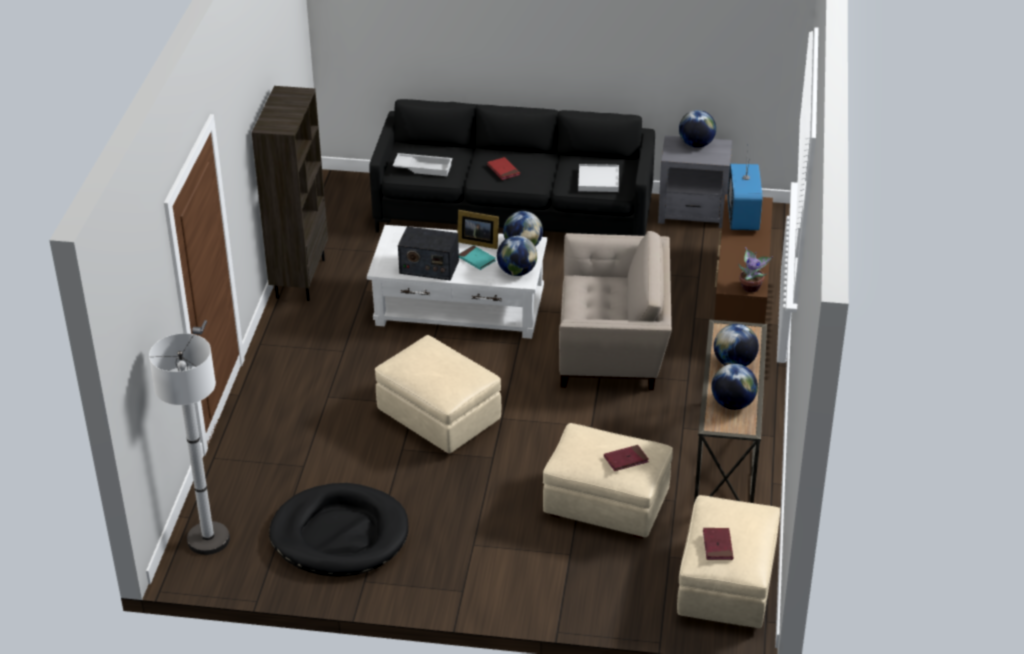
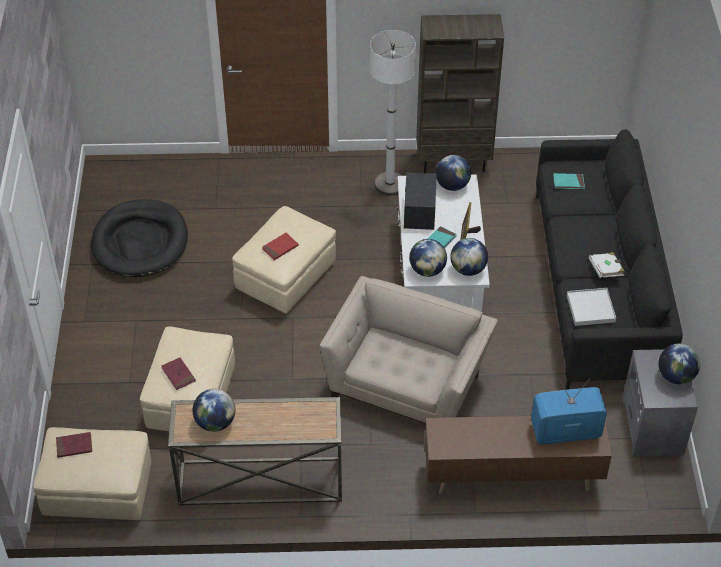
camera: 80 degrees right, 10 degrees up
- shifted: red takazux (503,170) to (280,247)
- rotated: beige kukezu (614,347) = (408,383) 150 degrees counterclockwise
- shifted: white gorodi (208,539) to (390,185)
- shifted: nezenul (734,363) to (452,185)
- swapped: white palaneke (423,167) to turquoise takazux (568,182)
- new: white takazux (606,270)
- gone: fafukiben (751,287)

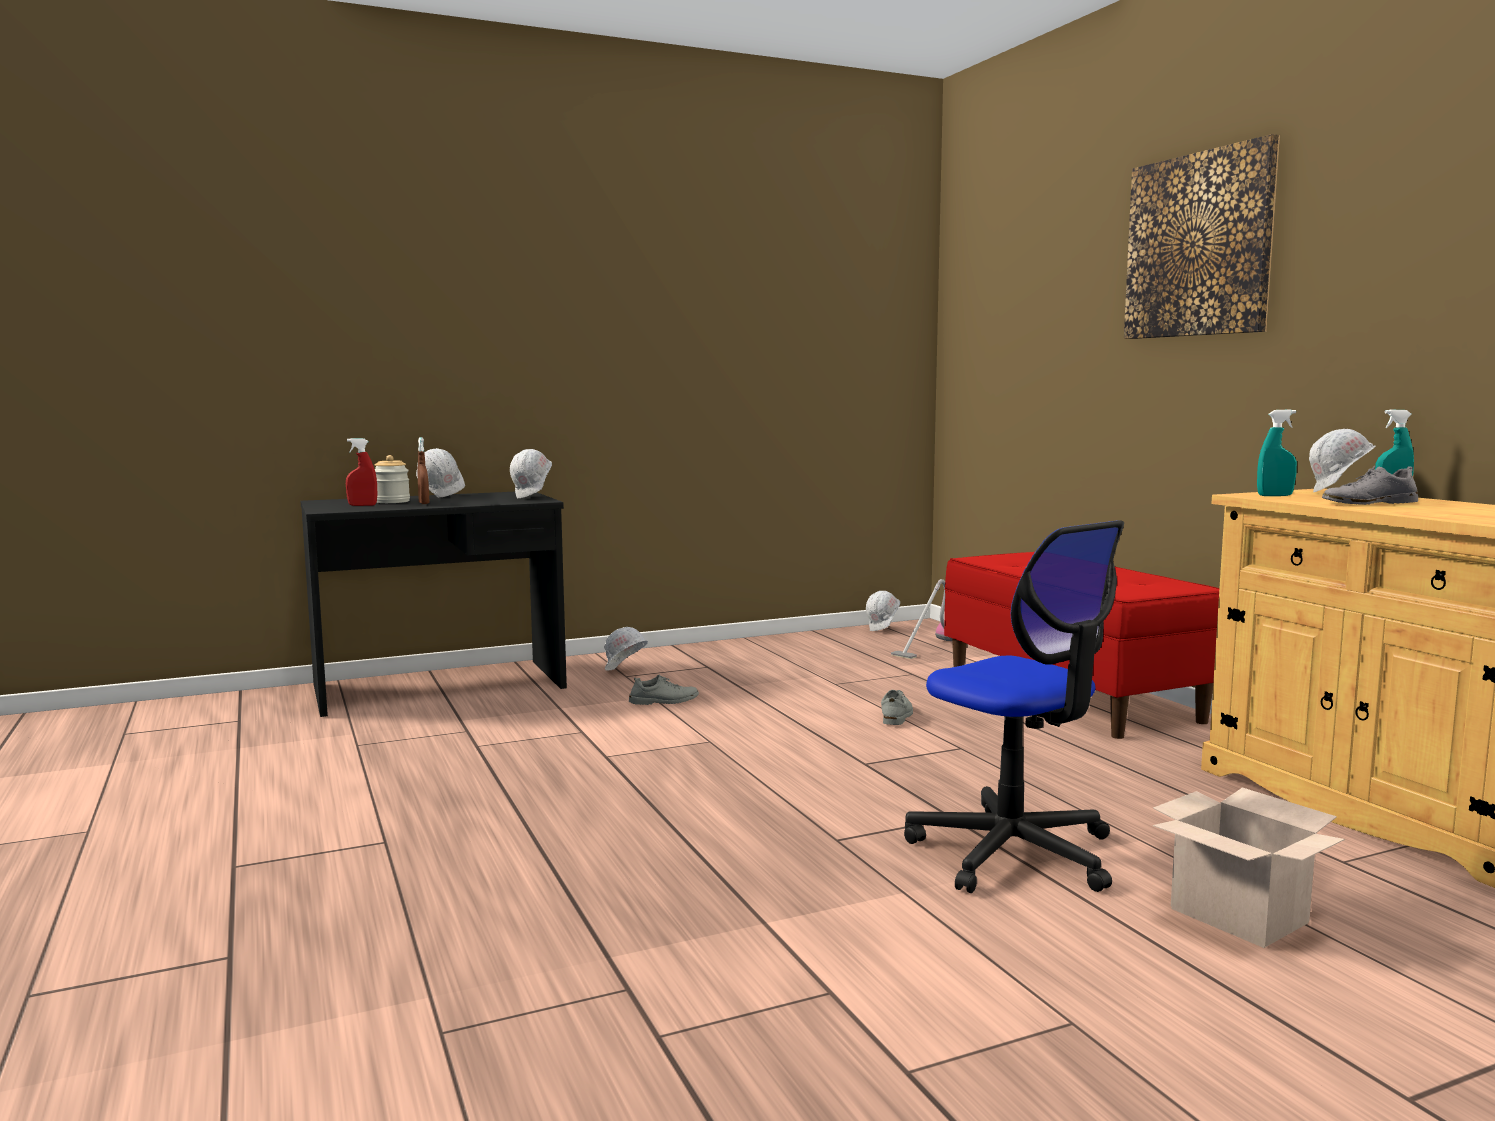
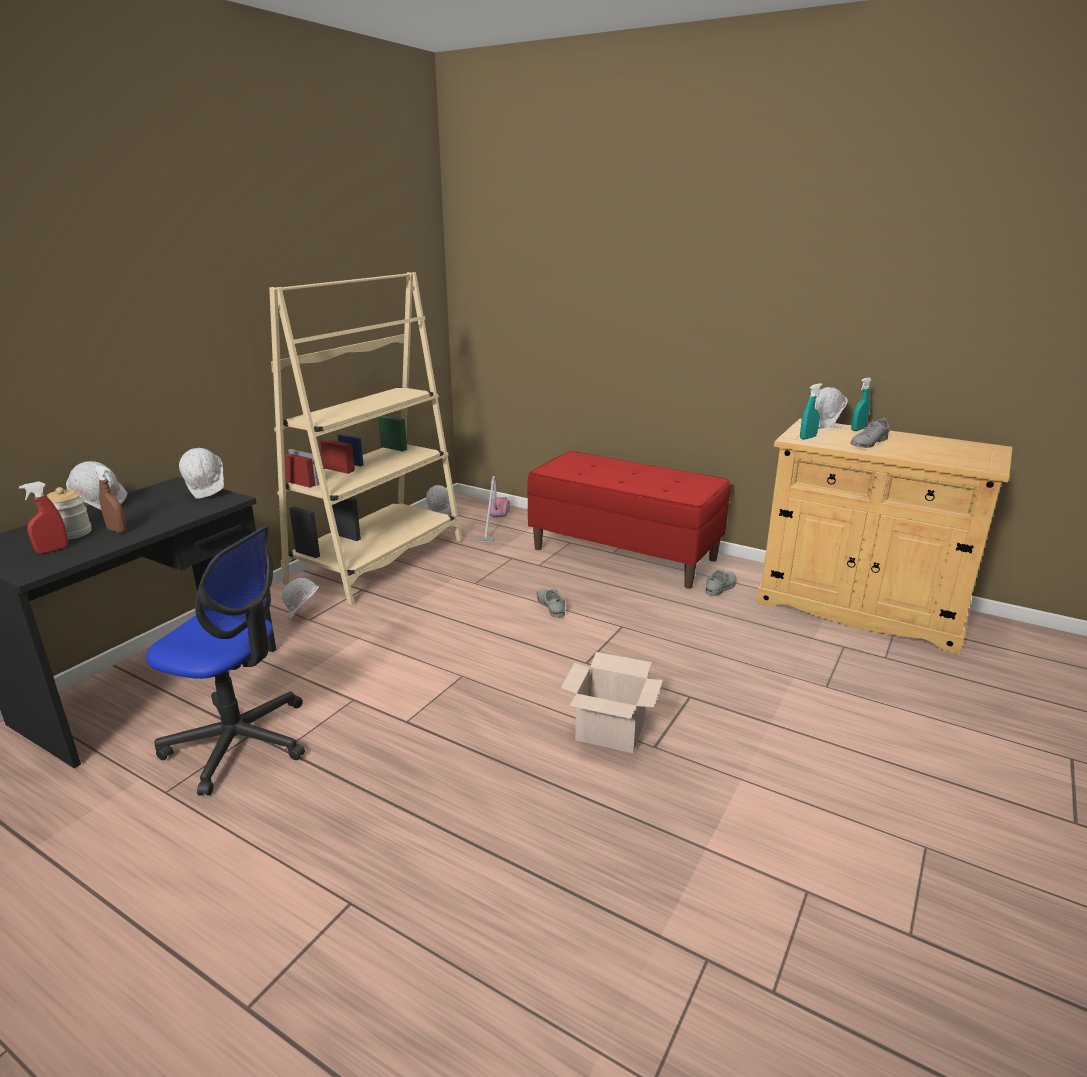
camera: 35 degrees left, 15 degrees up
- shifted: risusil (1014,853) to (239,742)
- new: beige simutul (378,561)
- shifted: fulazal (1234,915) to (608,732)
- shifted: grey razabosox (664,701) to (721,587)
- gone: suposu (1199,245)

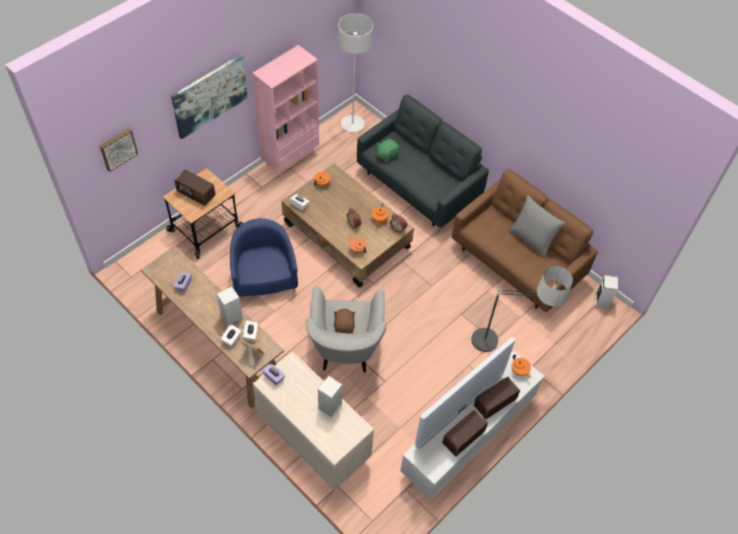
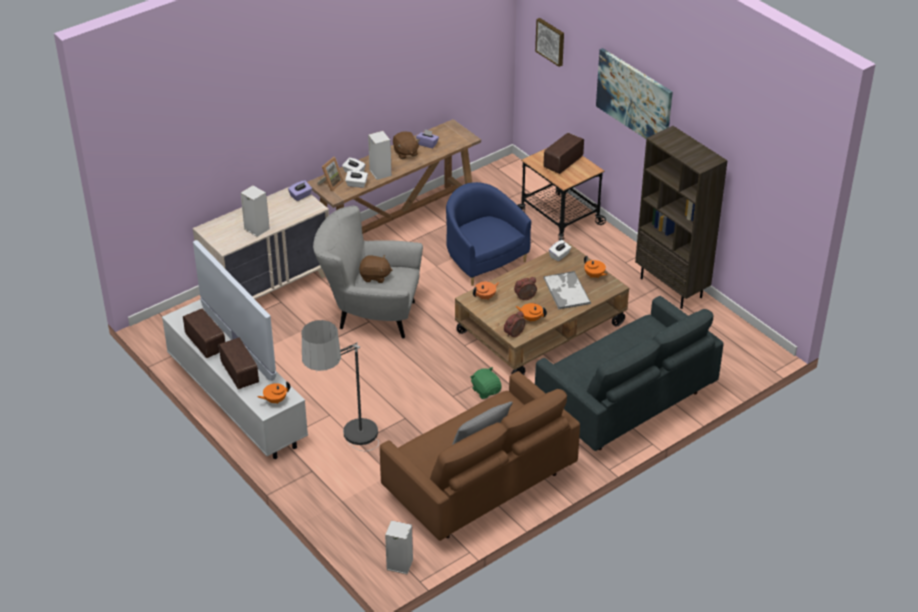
camera: 100 degrees right, 15 degrees down
- new: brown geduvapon (405,153)
- rotated: blue kukezu (264,278) = (483,259) 120 degrees counterclockwise
- shifted: green geduvapon (387,155) to (486,391)
- new: palaneke (566,290)
- repainted: pink simutul (290,160) to brown simutul (672,288)
- gone: grey gorodi (352,124)

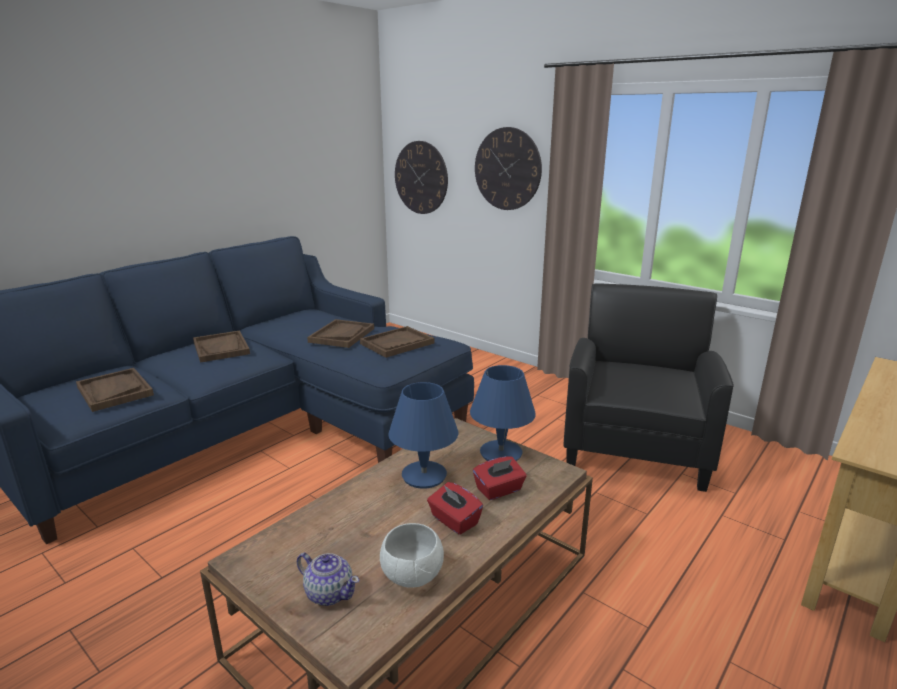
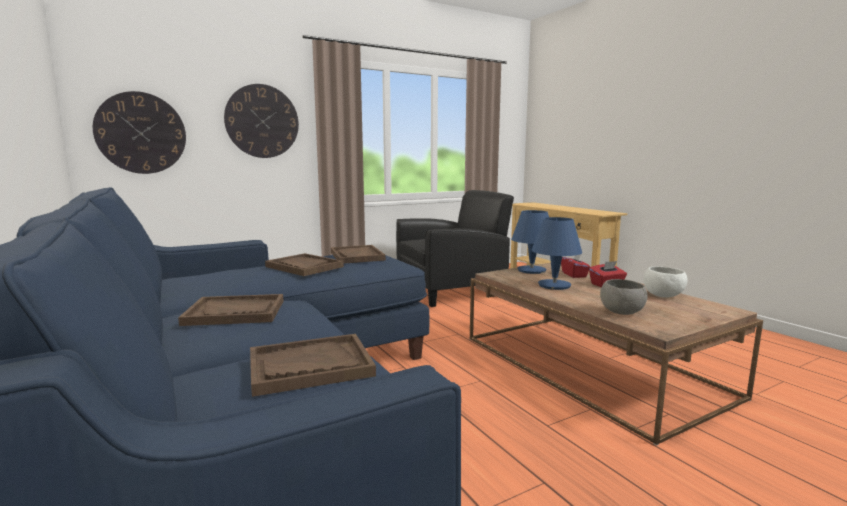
camera: 70 degrees left, 10 degrees down
- rotated: black kukezu (635,446) = (451,291) 120 degrees clockwise
- new: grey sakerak (622,312)
- gone: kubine (329,593)

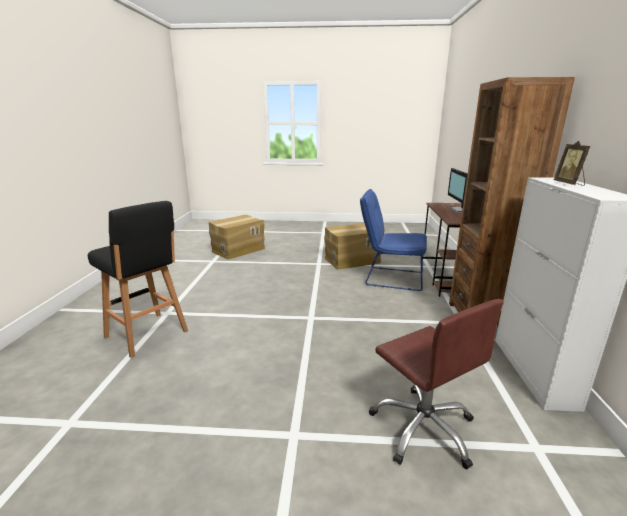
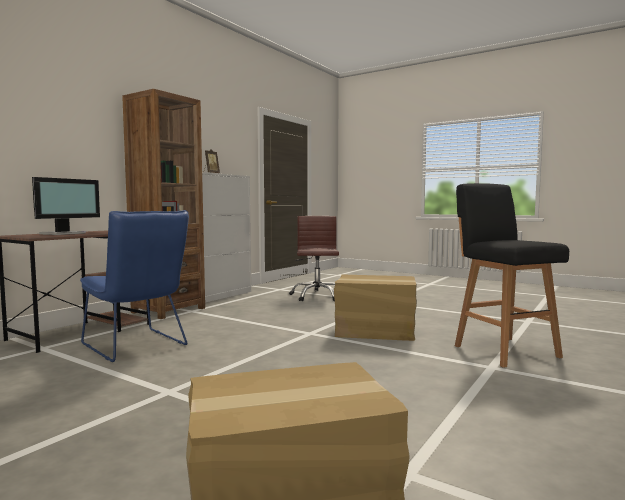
camera: 150 degrees left, 15 degrees down
- shifted: fulazal (351,260) to (375,331)

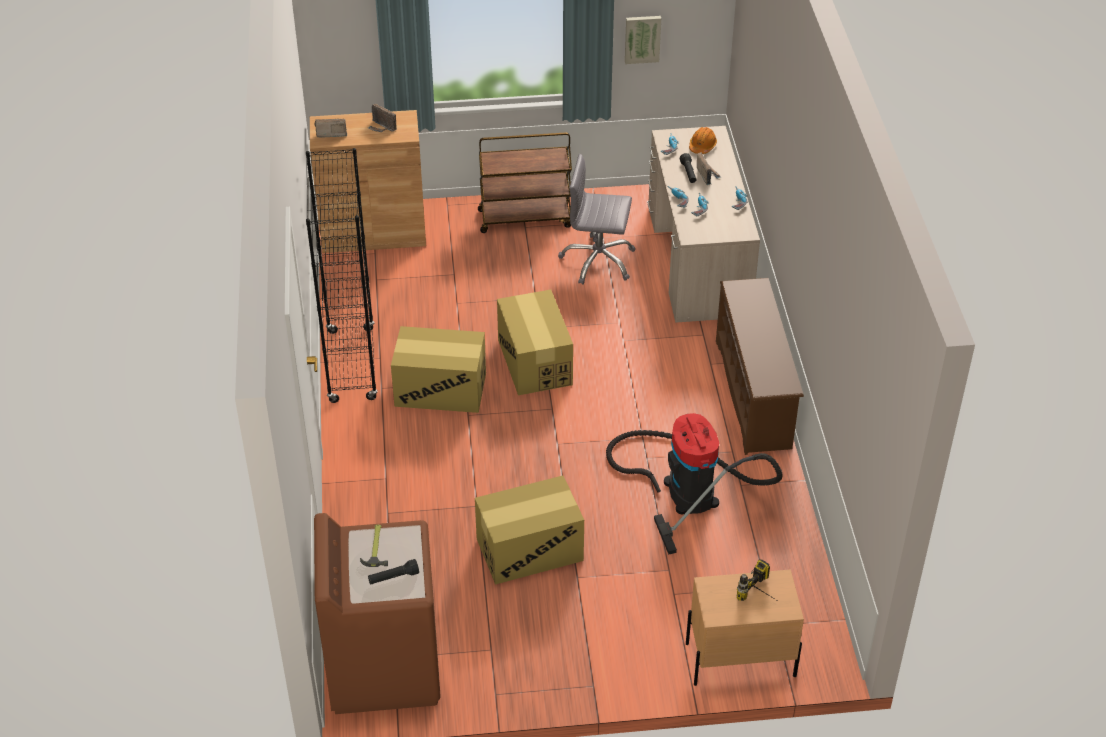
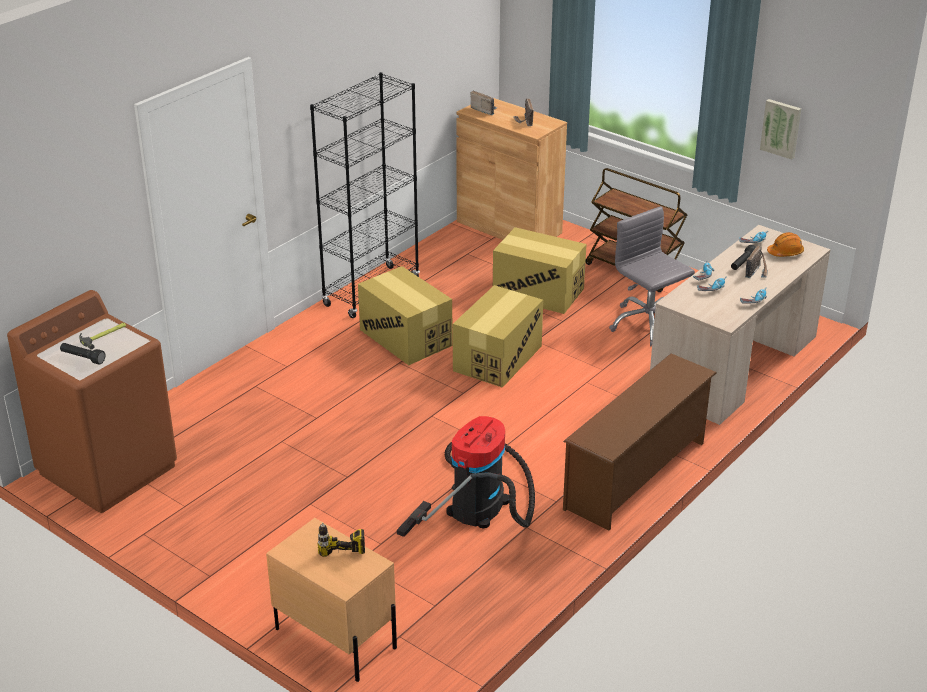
camera: 45 degrees right, 10 degrees down
- shifted: fulazal (529,549) to (538,292)

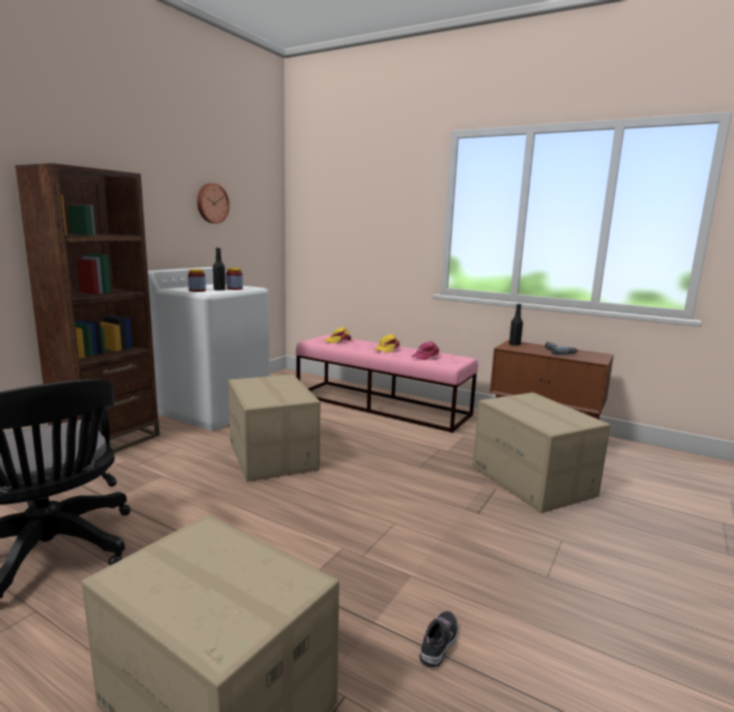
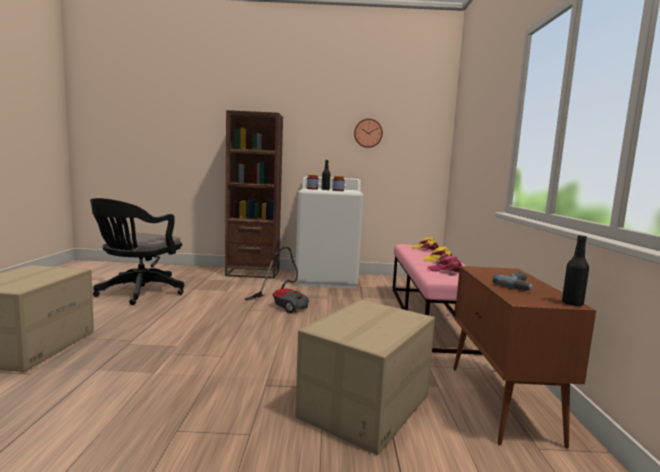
camera: 60 degrees right, 5 degrees down
- swapped: fulazal (273,455) to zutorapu (283,305)
- shifted: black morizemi (514,344) to (572,303)
- gone: razabosox (439,643)

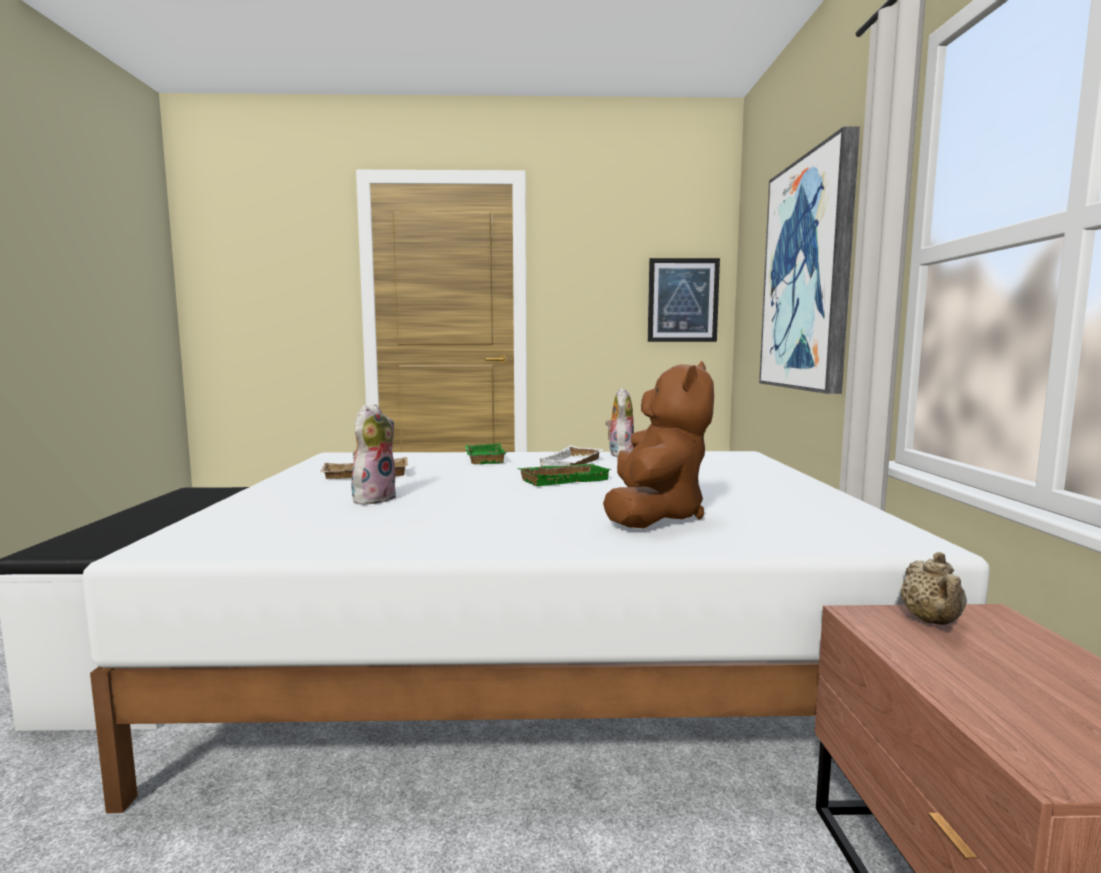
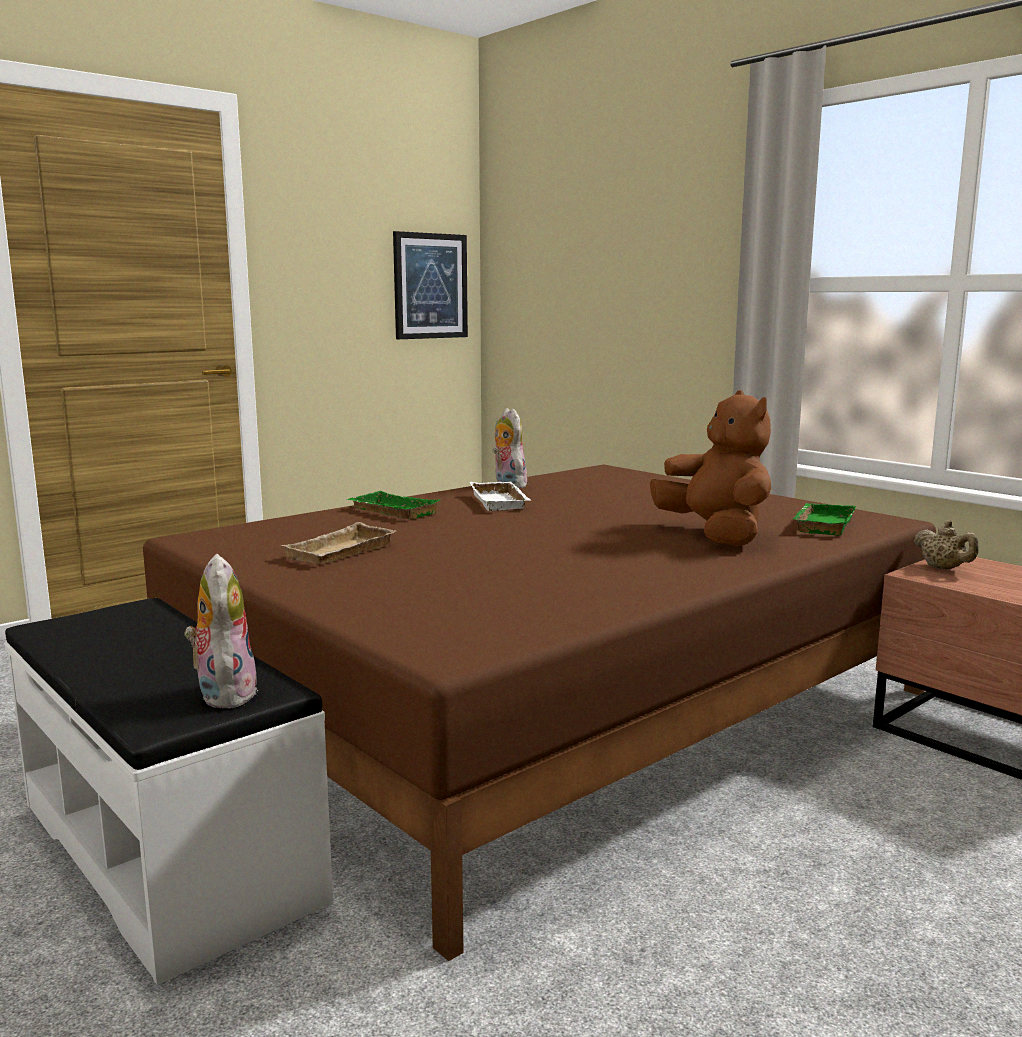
camera: 40 degrees left, 5 degrees up
- repainted: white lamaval (542,649) to brown lamaval (553,704)
- shifted: geduvapon (373,498) to (223,693)
- shifted: green palaneke (563,479) to (821,524)
- gone: suposu (808,275)

